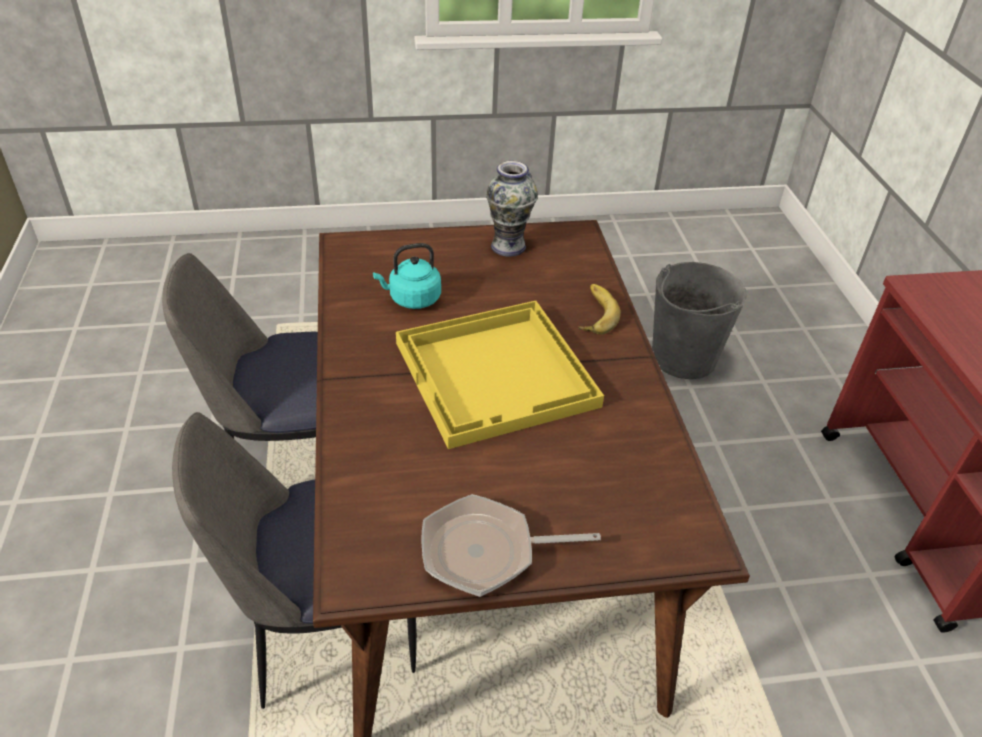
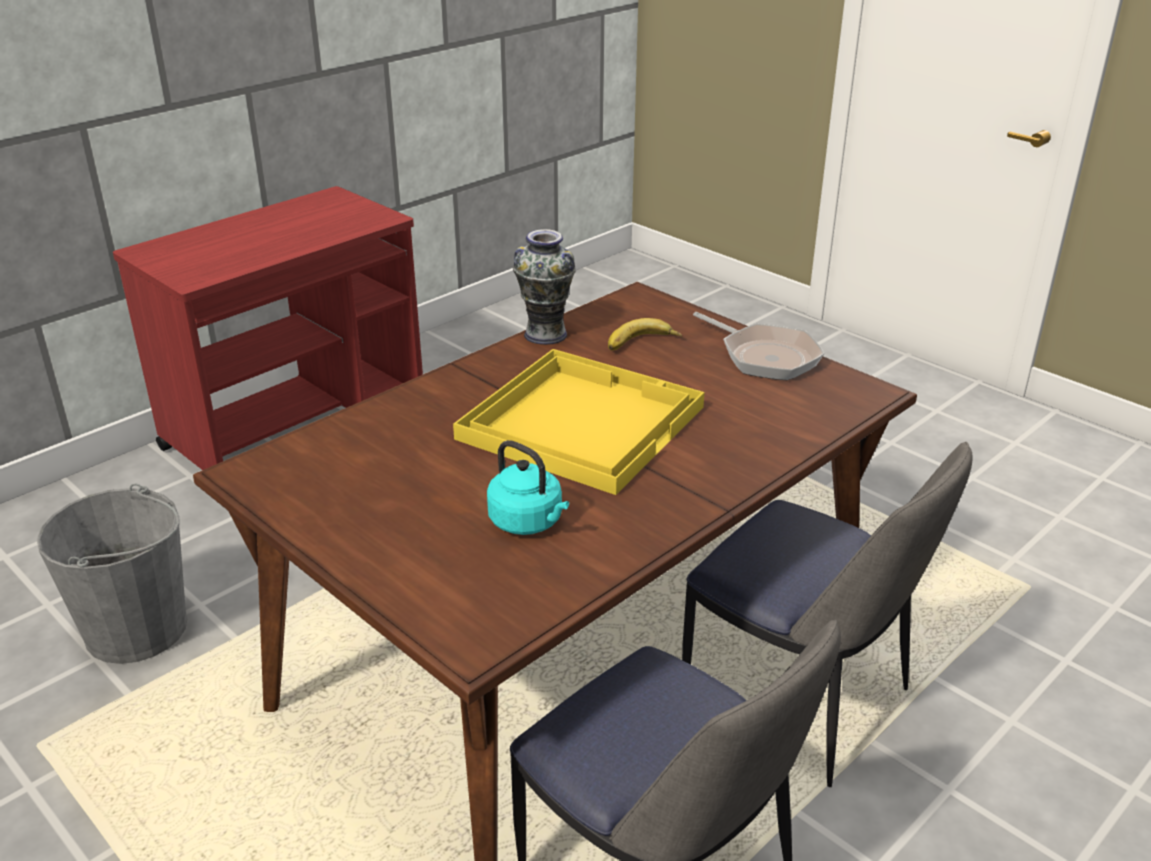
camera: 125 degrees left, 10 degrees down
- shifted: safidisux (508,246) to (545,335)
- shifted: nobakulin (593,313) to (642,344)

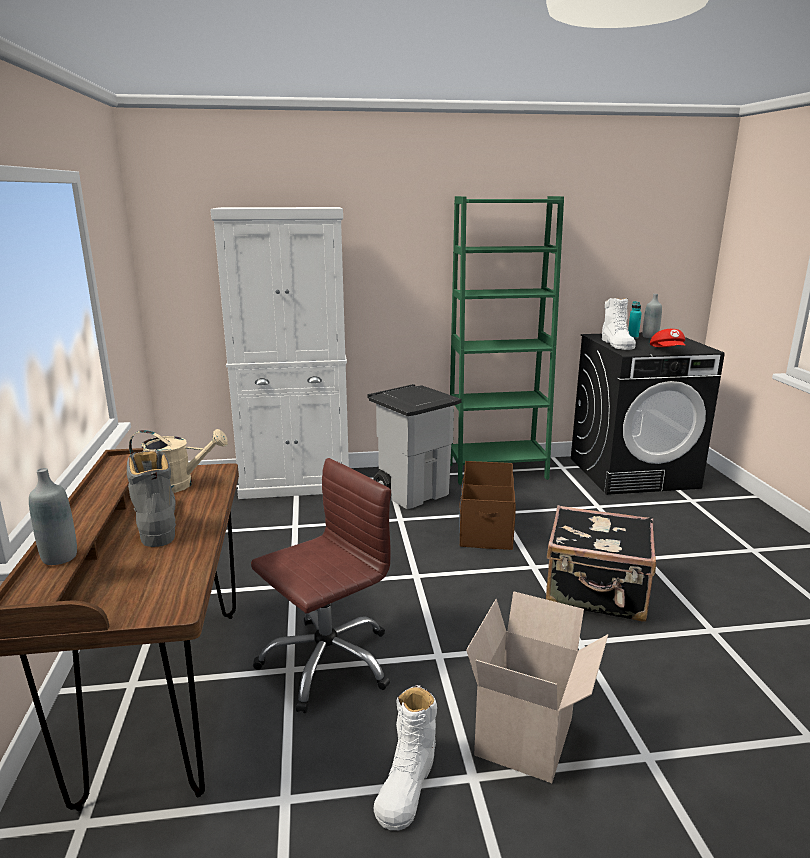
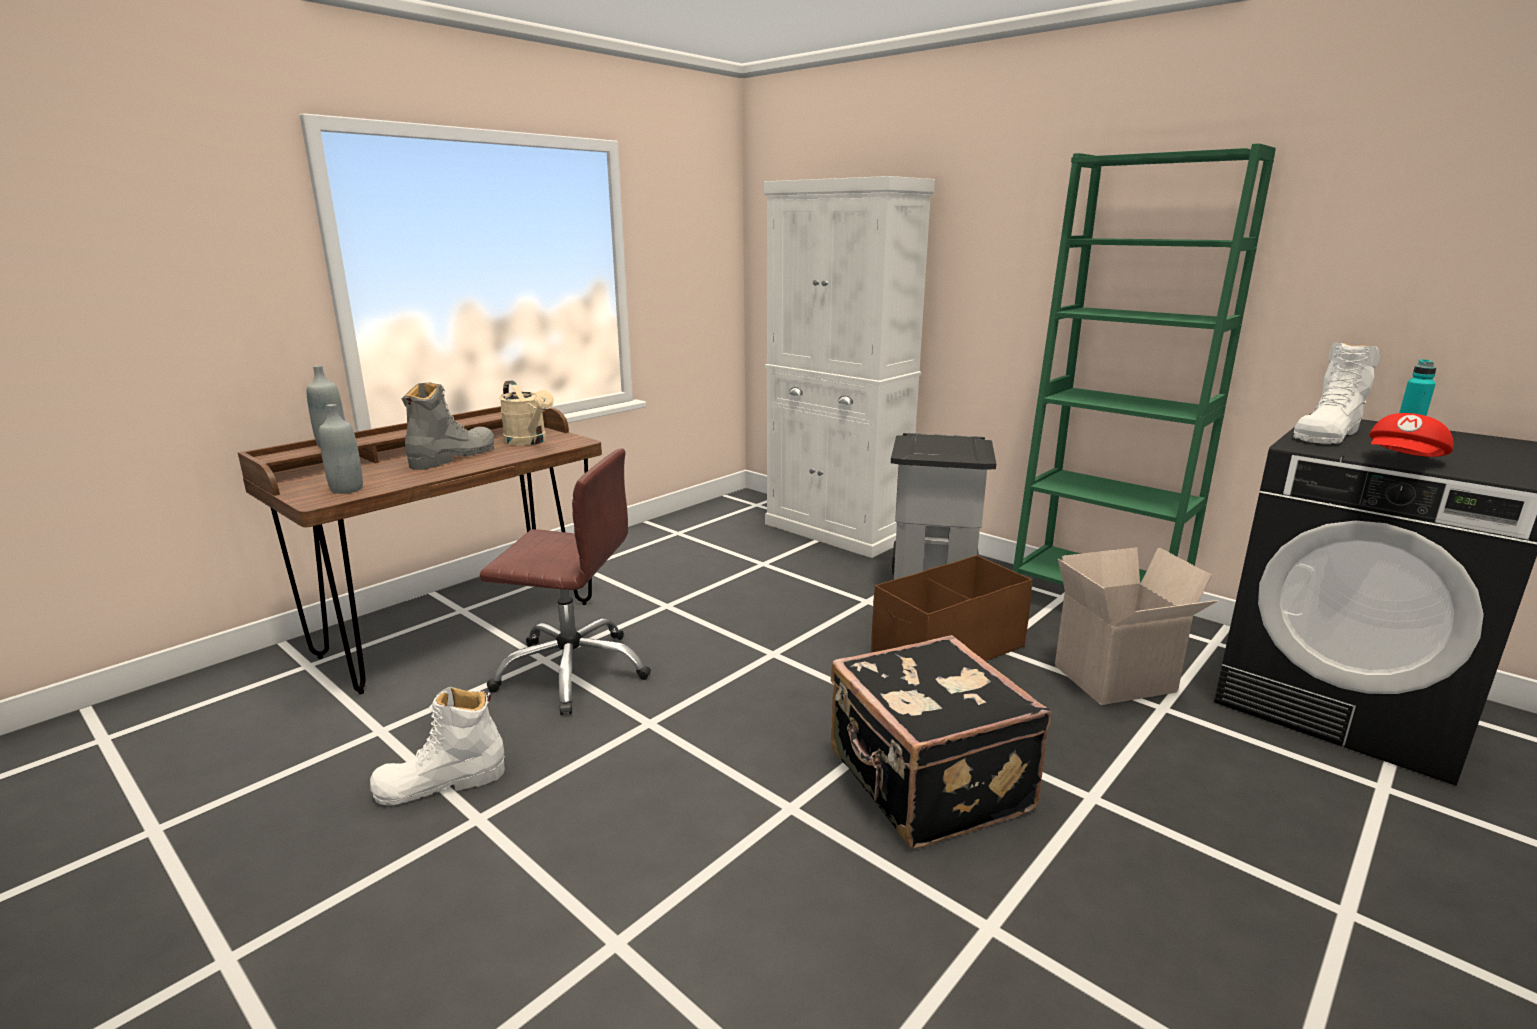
camera: 50 degrees right, 0 degrees up
- shifted: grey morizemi (650,337) to (347,489)
- shifted: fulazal (527,739) to (1115,680)

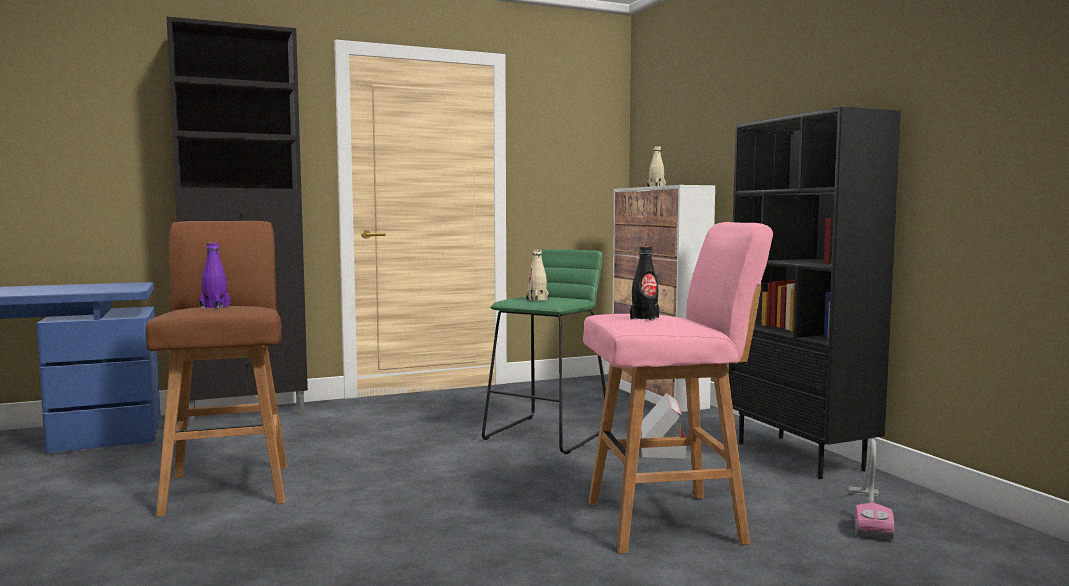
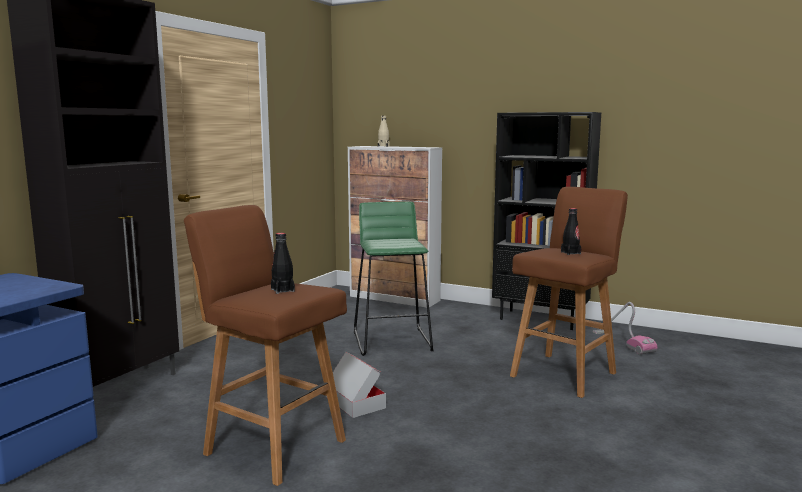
camera: 40 degrees left, 5 degrees up
- repainted: purple morizemi (215,307) to black morizemi (282,290)
- shifted: fulazal (661,448) to (355,402)
- repainted: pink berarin (668,522) to brown berarin (565,374)
- gone: beige morizemi (537,300)

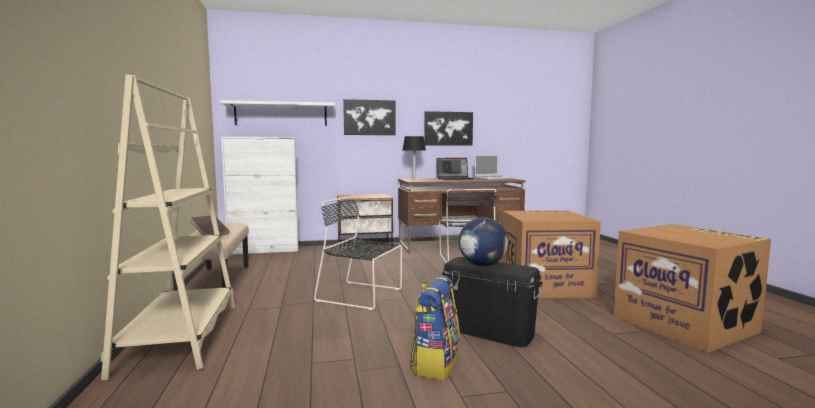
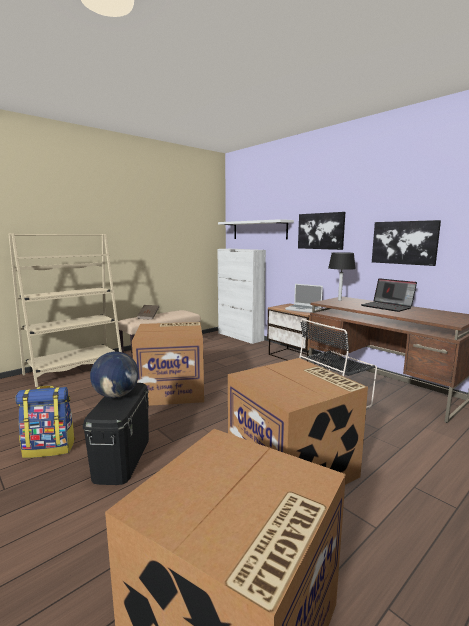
camera: 60 degrees right, 5 degrees up
- swapped: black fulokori (362,295) to fulazal (172,389)
- shifted: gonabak (492,178) to (304,309)

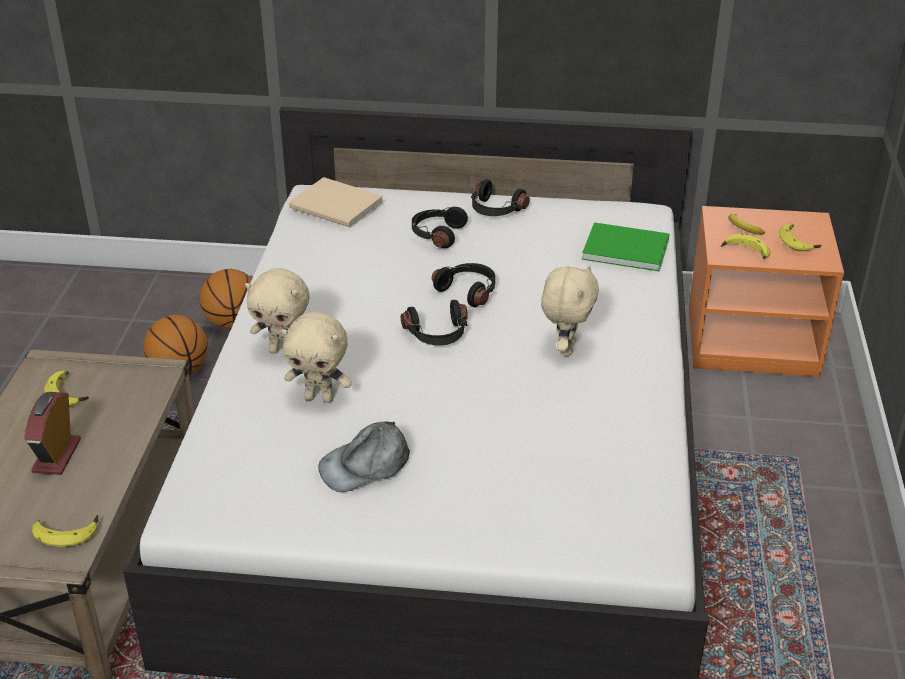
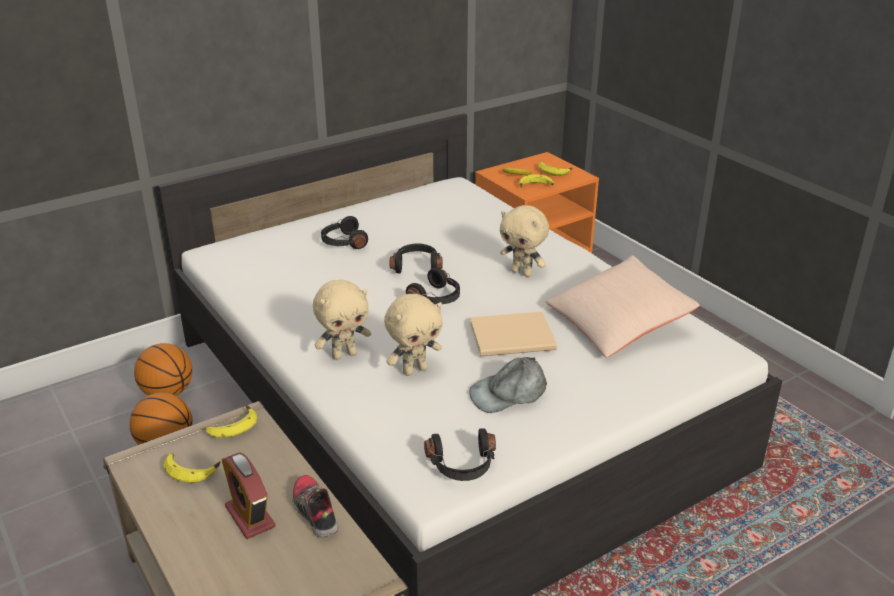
camera: 40 degrees left, 5 degrees down
- shifted: nobakulin (67,532) to (232,426)
- new: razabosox (314,512)
- shifted: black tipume (495,210) to (462,466)
- rotated: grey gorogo (365,465) = (508,393) 45 degrees clockwise
- shifted: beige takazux (337,206) to (515,338)
- rotated: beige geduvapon (565,348) = (522,273) 150 degrees clockwise
- new: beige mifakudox (617,323)
- gone: green takazux (623,248)

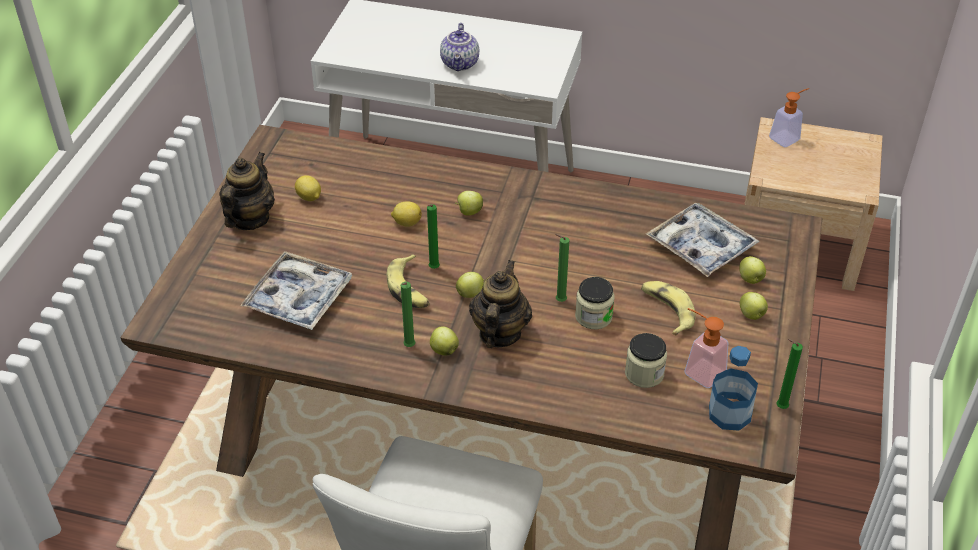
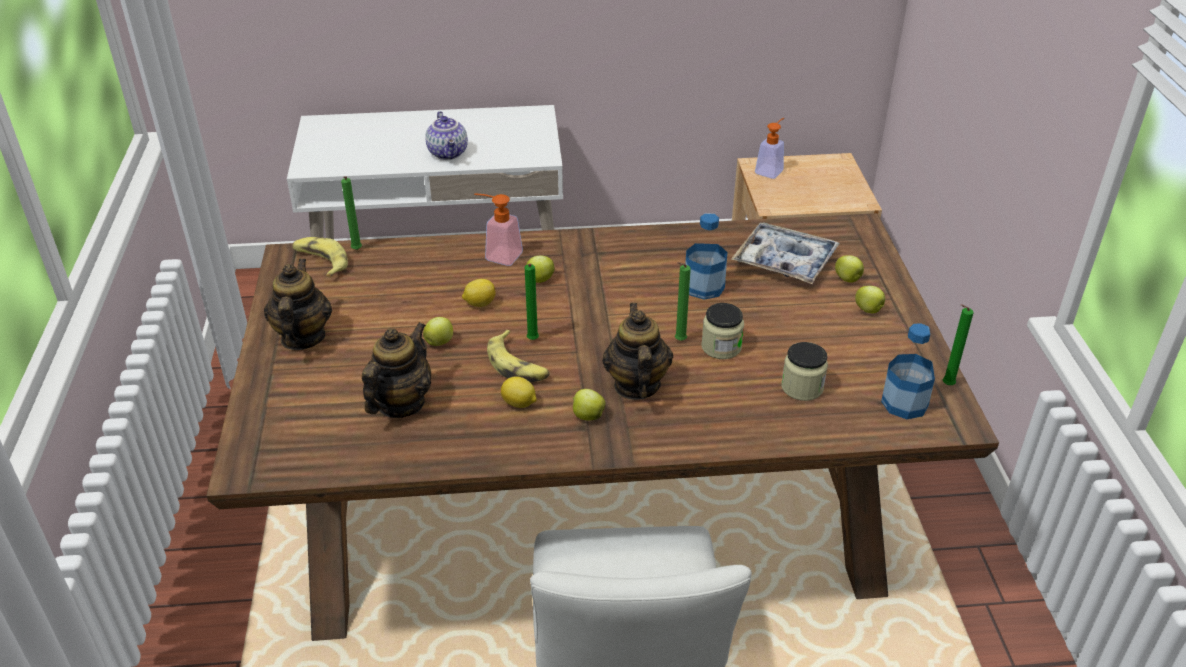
camera: 20 degrees left, 5 degrees down
- shifted: nobakulin (666,311) to (321,262)
- shifted: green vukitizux (408,347) to (356,251)
- swapped: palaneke (298,298) to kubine (400,403)
- shifted: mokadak (470,294) to (440,342)
- shifted: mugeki (699,370) to (498,255)
- shifted: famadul (309,198) to (519,404)
- new: morizemi (704,287)

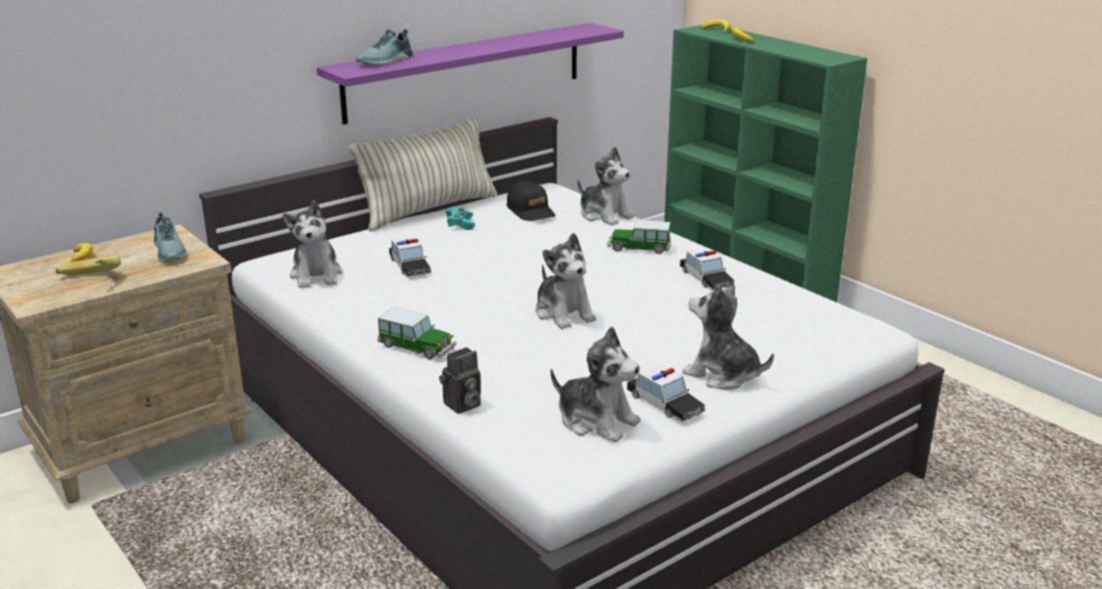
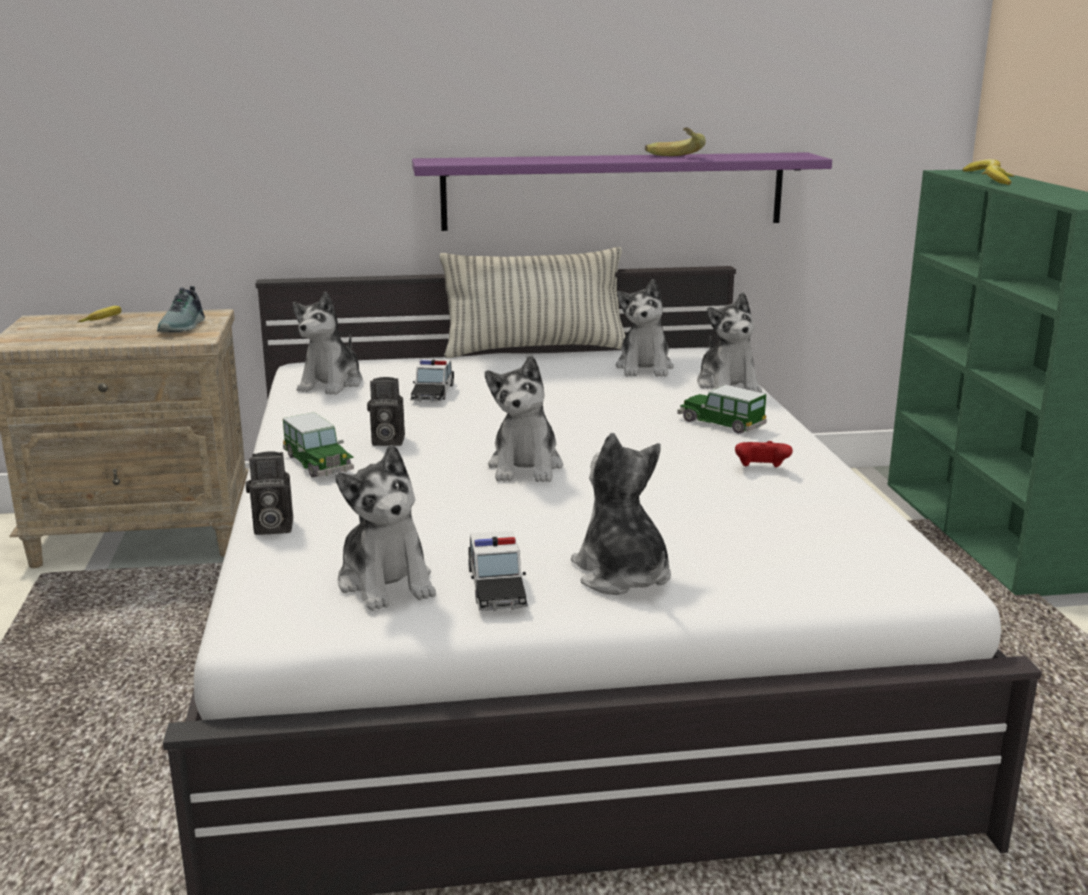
camera: 30 degrees right, 5 degrees down
- new: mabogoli (386,441)
- swapped: black gorogo (531,211) to geduvapon (645,368)
- shifted: nobakulin (90,281) to (673,158)
- swapped: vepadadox (706,278) to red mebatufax (761,469)
- gone: razabosox (386,61)
- gone: turquoise mebatufax (460,224)

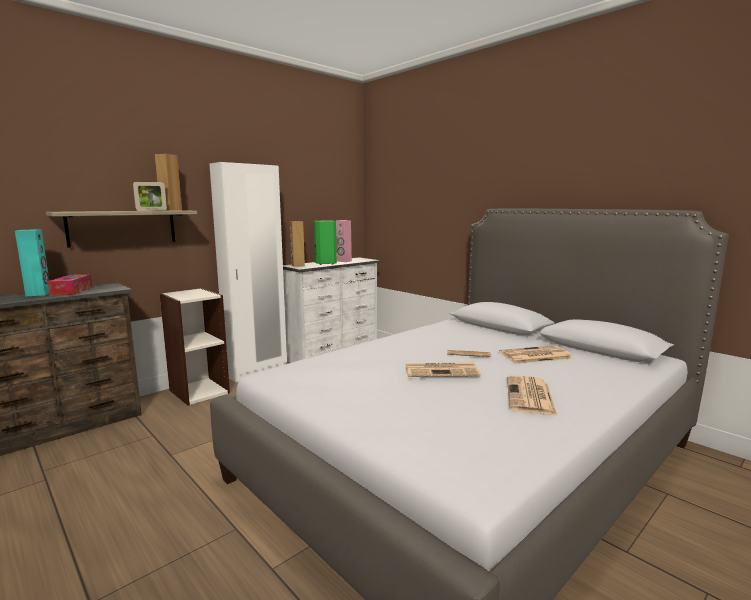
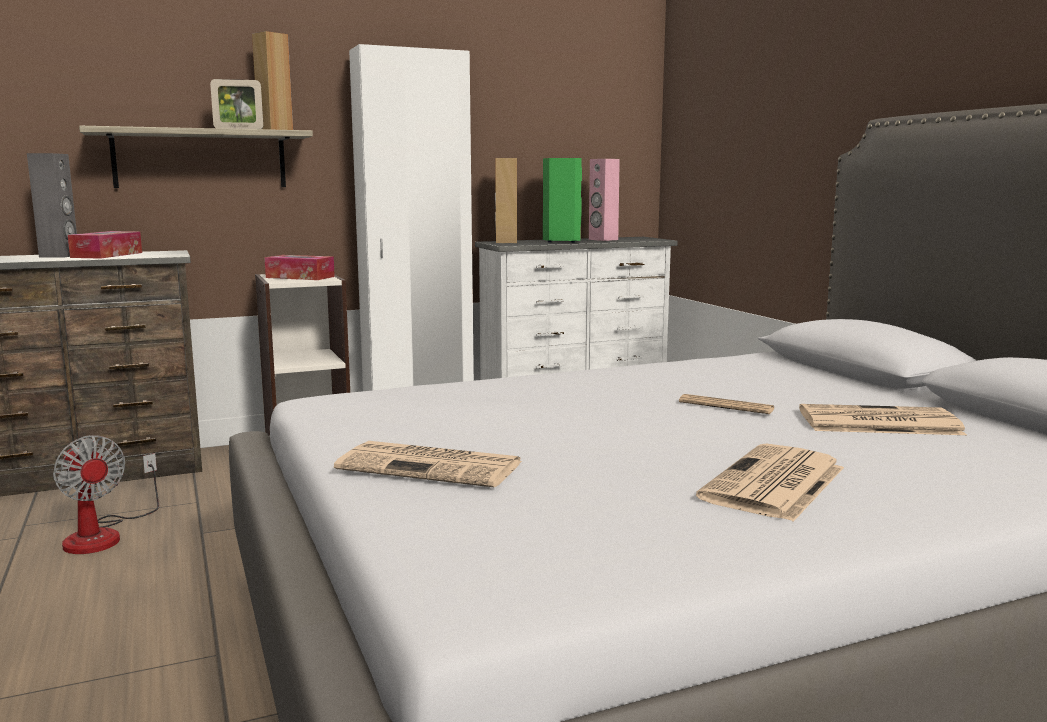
camera: 20 degrees right, 0 degrees up
- repainted: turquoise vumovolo (39,294) to grey vumovolo (60,256)
- new: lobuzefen (104,534)
- new: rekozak (300,277)
- shifted: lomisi (442,370) to (433,466)

